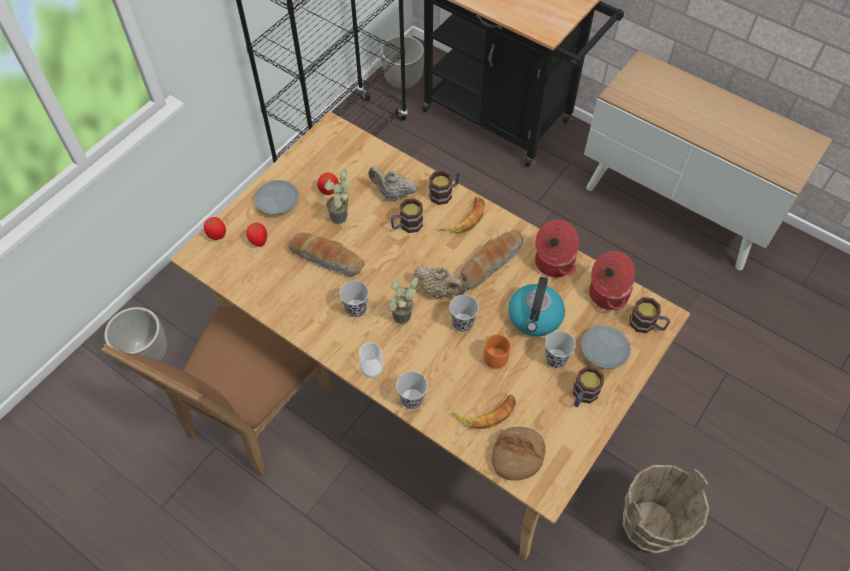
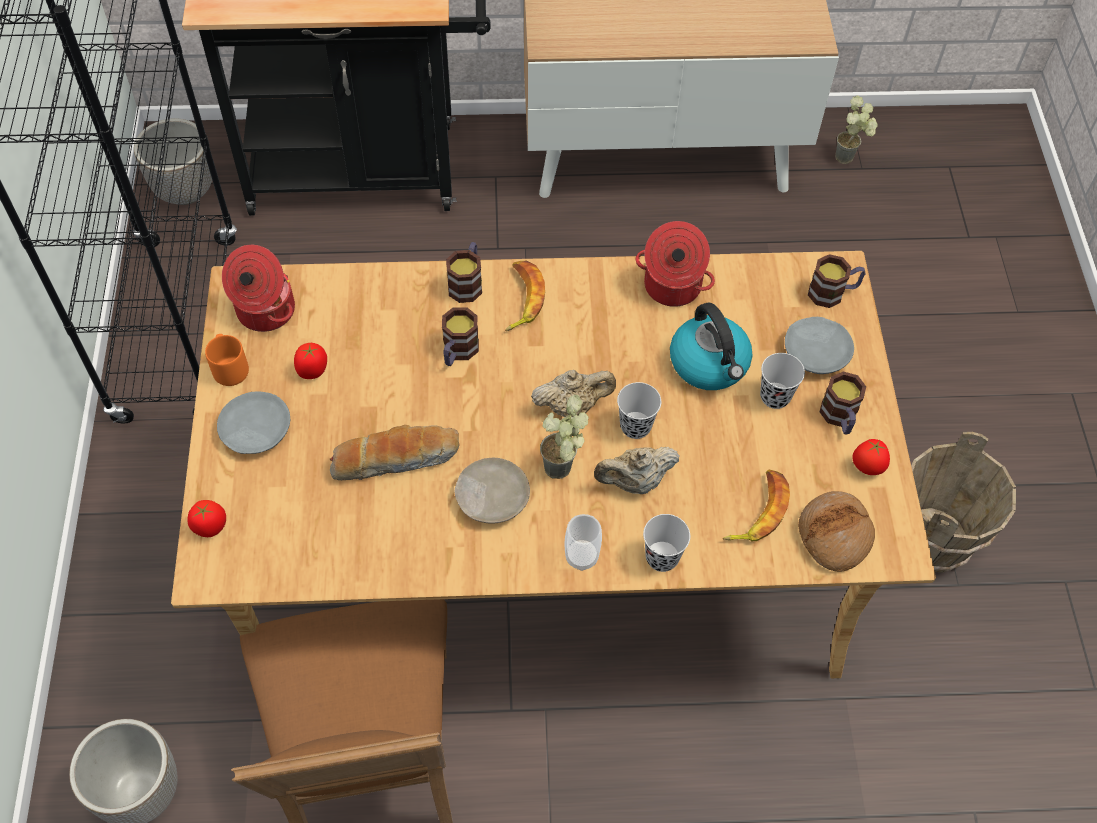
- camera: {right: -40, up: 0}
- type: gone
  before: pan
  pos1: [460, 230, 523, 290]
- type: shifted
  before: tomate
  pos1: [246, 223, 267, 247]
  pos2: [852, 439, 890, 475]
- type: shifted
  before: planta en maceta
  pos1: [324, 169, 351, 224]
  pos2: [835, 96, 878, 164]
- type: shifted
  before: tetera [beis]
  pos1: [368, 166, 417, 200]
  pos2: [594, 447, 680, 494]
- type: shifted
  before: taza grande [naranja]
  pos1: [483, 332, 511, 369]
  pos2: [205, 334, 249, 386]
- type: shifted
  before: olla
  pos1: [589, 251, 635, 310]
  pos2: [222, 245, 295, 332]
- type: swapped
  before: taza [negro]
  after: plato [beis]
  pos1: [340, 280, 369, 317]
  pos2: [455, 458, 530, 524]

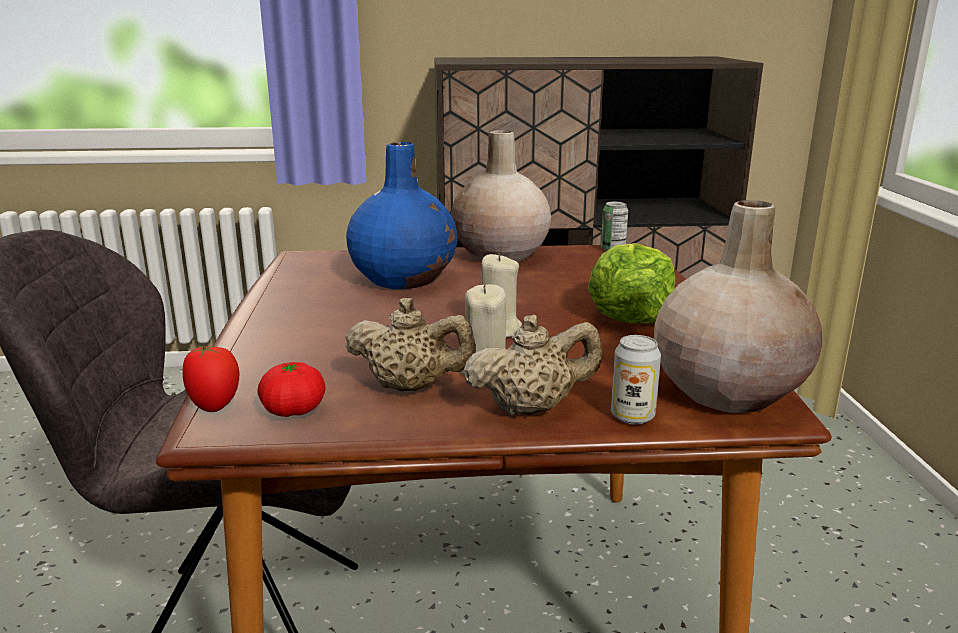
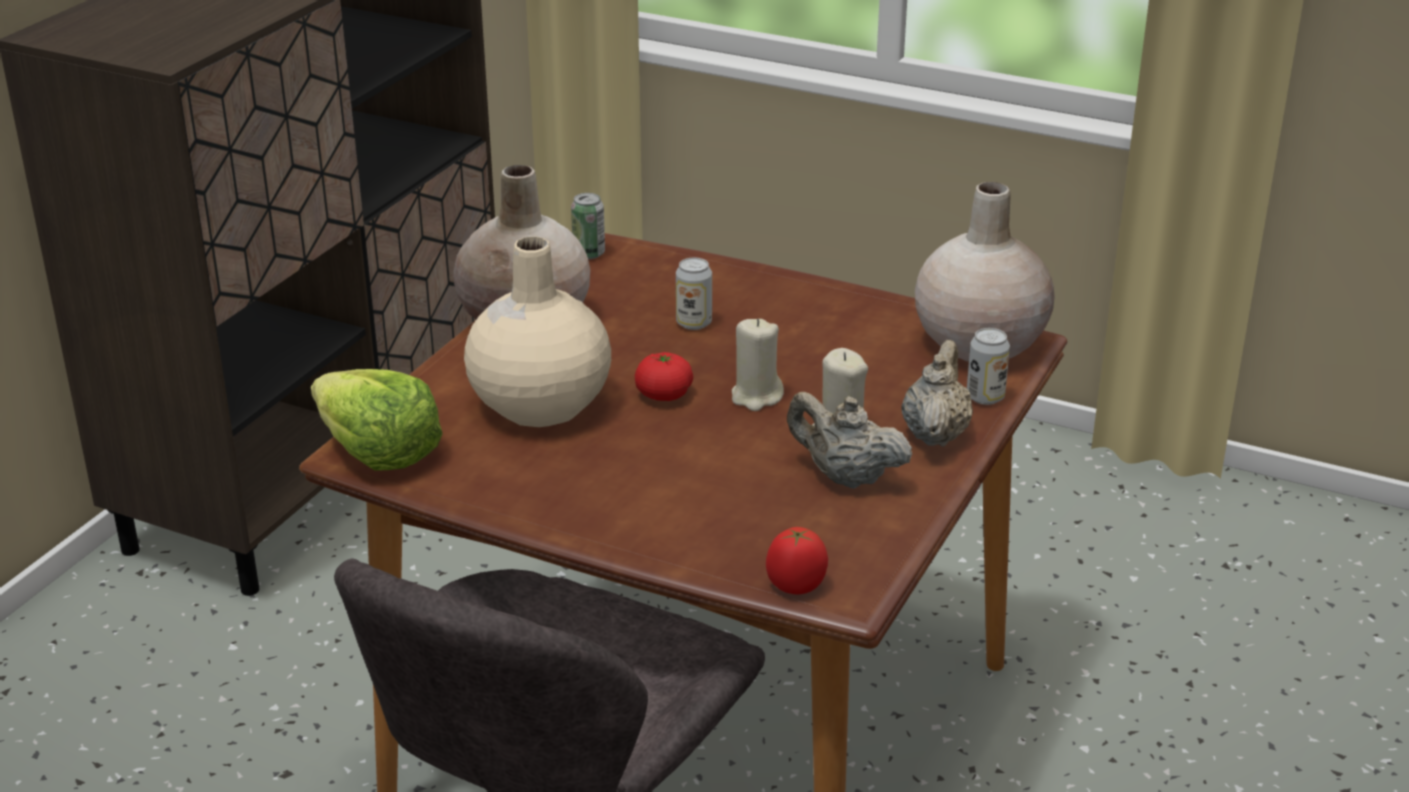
- camera: {right: -60, up: 10}
- type: new
  after: lata
  pos2: [676, 258, 712, 330]
- type: shifted
  before: tomate
  pos1: [258, 362, 325, 417]
  pos2: [635, 352, 693, 401]
- type: shifted
  before: lechuga
  pos1: [588, 243, 676, 323]
  pos2: [311, 369, 443, 471]
- type: repainted
  before: florero [azul]
  after: florero [beis]
  pos1: [346, 142, 457, 289]
  pos2: [464, 237, 611, 427]
- type: rotated
  before: tetera [beis]
  pos1: [345, 298, 476, 391]
  pos2: [787, 392, 912, 489]
  turn: -105

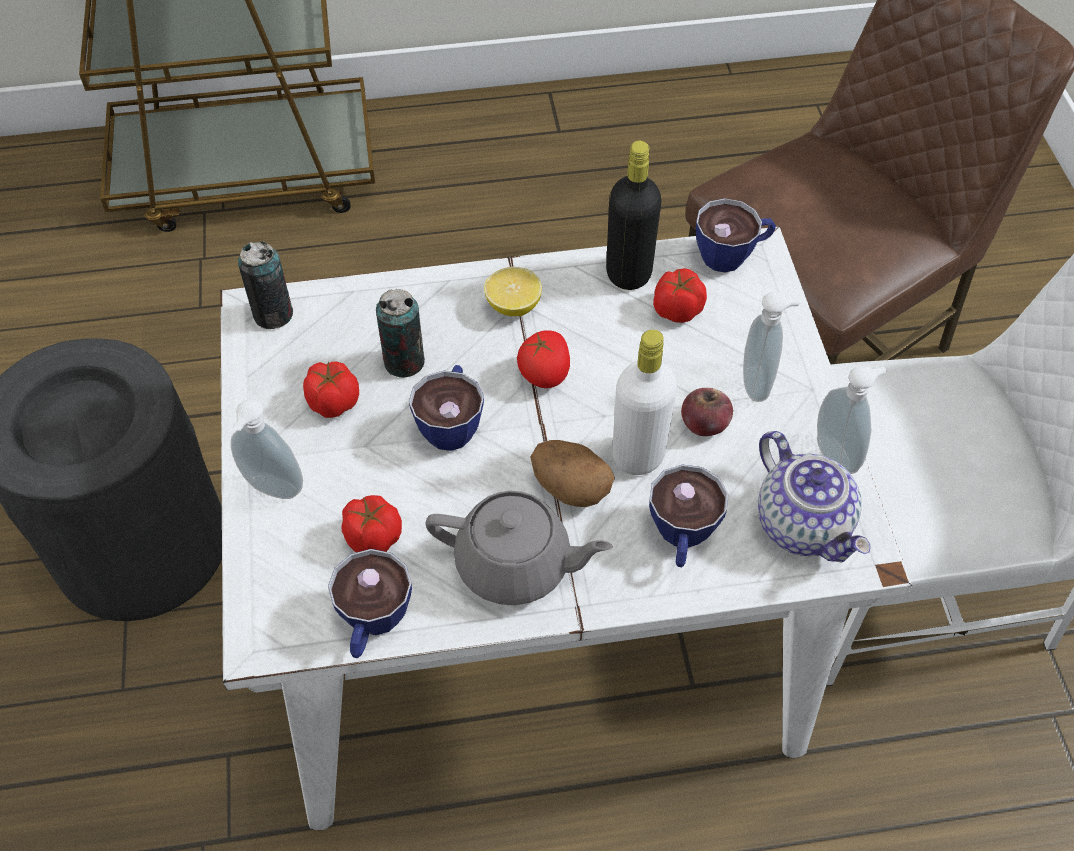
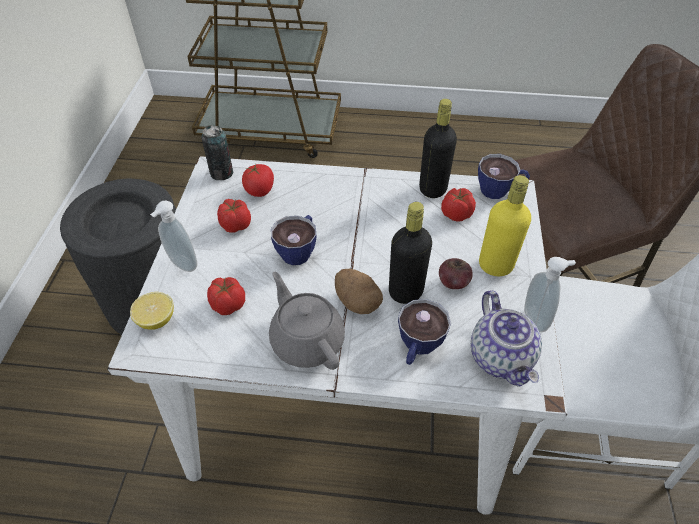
- camera: {right: 15, up: -5}
- type: gone
  before: taza
  pos1: [328, 549, 412, 658]
- type: gone
  before: lata
  pos1: [376, 289, 425, 378]
- type: shifted
  before: limón
  pos1: [484, 267, 542, 316]
  pos2: [130, 292, 174, 330]
- type: shifted
  before: tomate
  pos1: [517, 330, 570, 388]
  pos2: [242, 164, 274, 197]
- type: swapped
  before: dispensador de jabón
  after: botella [amarillo]
  pos1: [743, 292, 800, 402]
  pos2: [479, 175, 531, 276]
- type: repainted
  before: botella [blanco]
  after: botella [negro]
  pos1: [612, 330, 677, 475]
  pos2: [389, 202, 432, 304]
- type: rotated
  before: tetera [gris]
  pos1: [425, 491, 613, 605]
  pos2: [269, 272, 345, 370]
  turn: -150

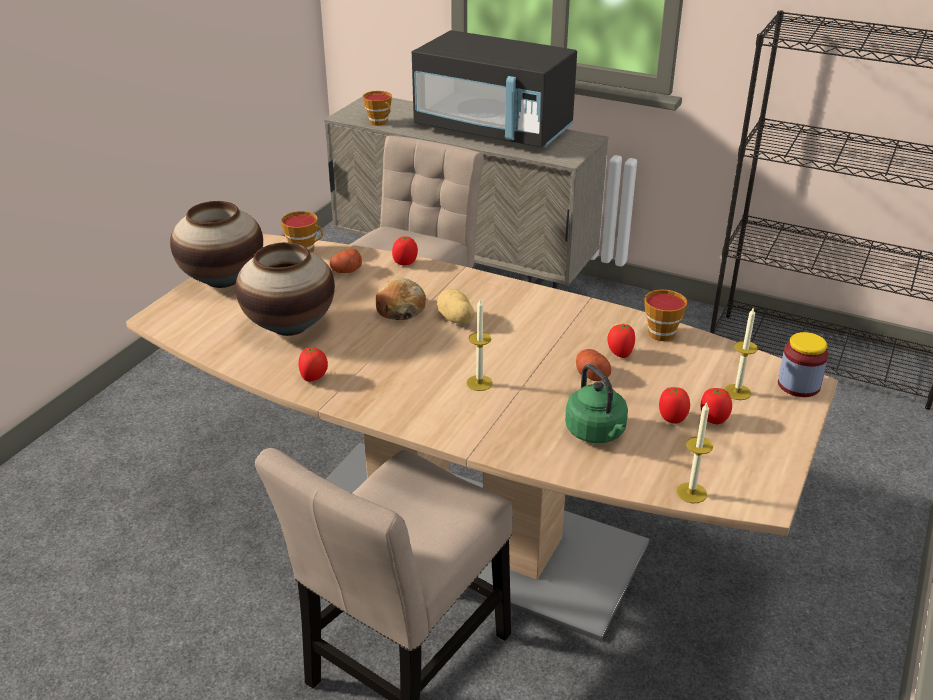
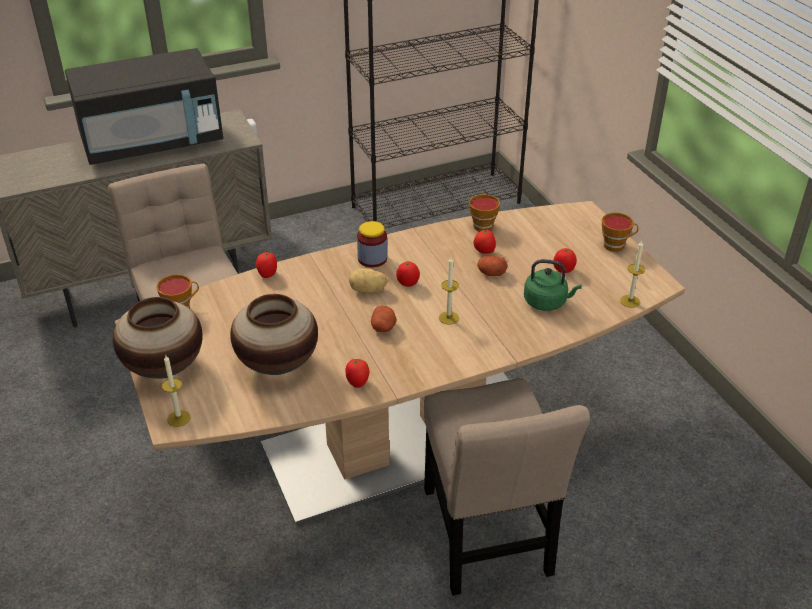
- camera: {right: -50, up: 5}
- type: gone
  before: pan
  pos1: [376, 278, 426, 320]
- type: shifted
  before: patata
  pos1: [330, 248, 362, 273]
  pos2: [371, 306, 397, 332]
- type: shifted
  before: taza
  pos1: [363, 91, 392, 126]
  pos2: [602, 213, 638, 252]
- type: shifted
  before: tomate
  pos1: [701, 388, 732, 424]
  pos2: [396, 261, 420, 287]
- type: shifted
  before: vela
  pos1: [724, 307, 758, 400]
  pos2: [162, 354, 191, 427]
- type: shifted
  before: tarro
  pos1: [778, 332, 829, 397]
  pos2: [357, 221, 387, 267]

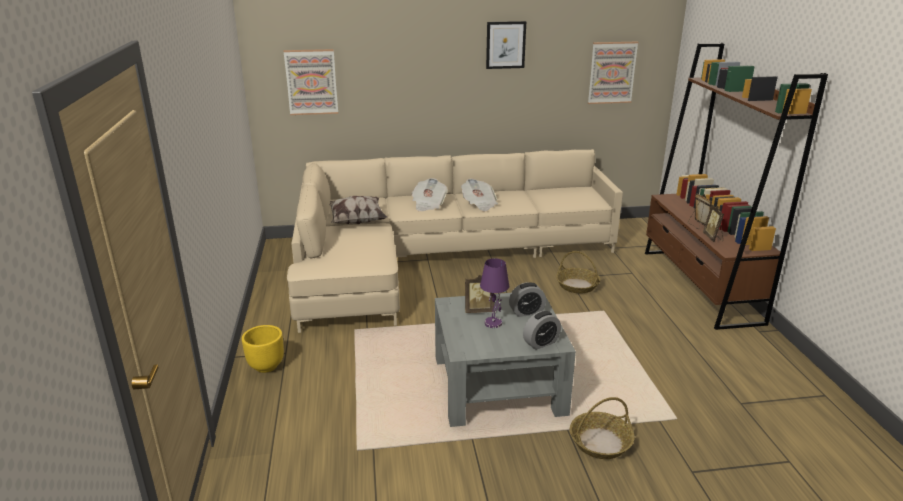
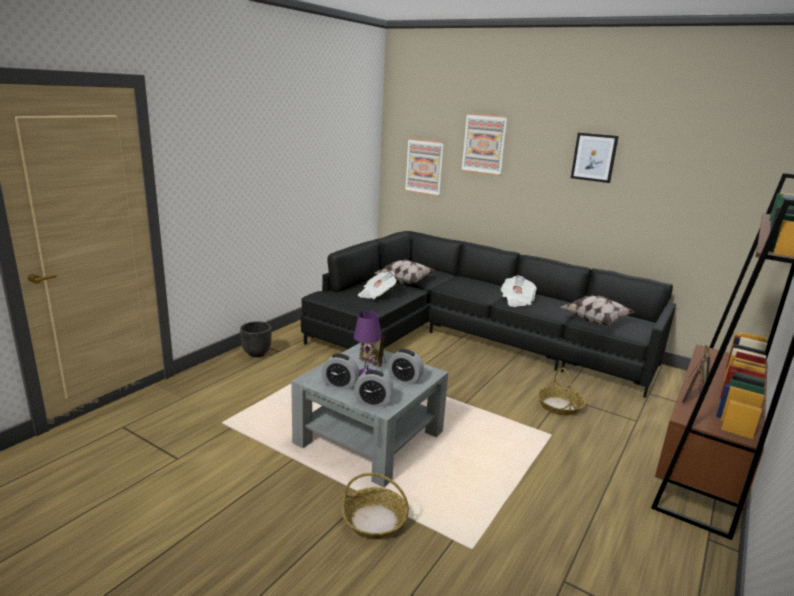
- camera: {right: 40, up: -5}
- type: new
  after: despertador
  pos2: [321, 354, 359, 389]
- type: new
  after: cojín
  pos2: [561, 296, 635, 325]
- type: shifted
  before: periódico
  pos1: [411, 178, 448, 211]
  pos2: [358, 272, 396, 299]
- type: shifted
  before: cuadro
  pos1: [588, 42, 639, 104]
  pos2: [461, 113, 508, 176]
- type: repainted
  before: maceta [amarillo]
  after: maceta [negro]
  pos1: [242, 325, 284, 373]
  pos2: [240, 321, 272, 357]
- type: repainted
  before: sofá [beis]
  after: sofá [negro]
  pos1: [287, 149, 623, 333]
  pos2: [301, 231, 676, 398]

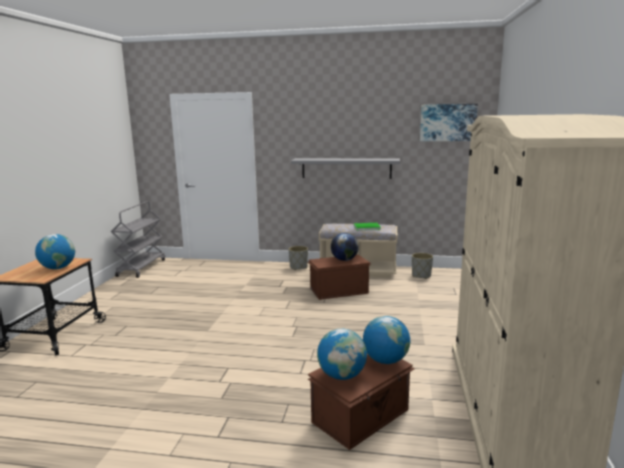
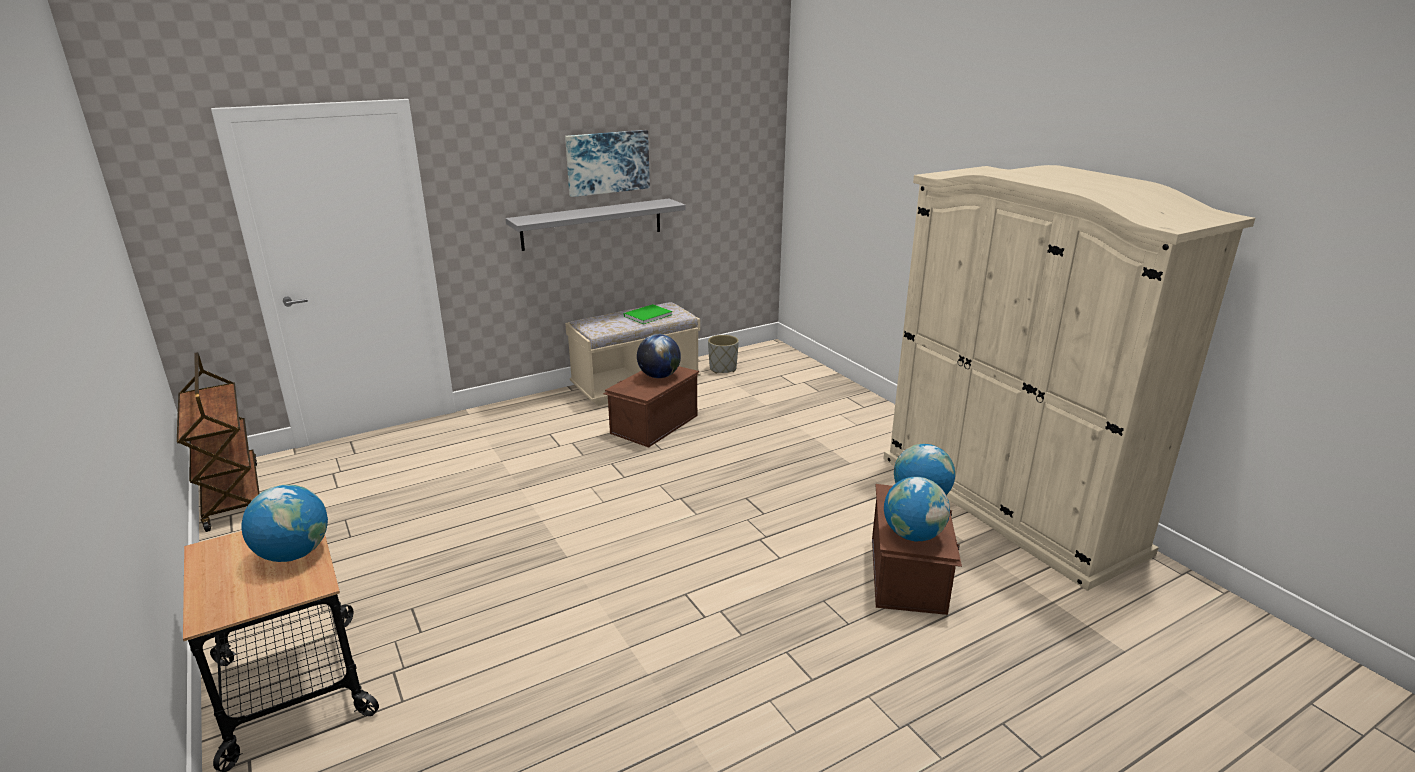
- camera: {right: -40, up: 10}
- type: gone
  before: maceta [gris]
  pos1: [289, 246, 308, 270]
- type: shifted
  before: cuadro
  pos1: [420, 104, 478, 141]
  pos2: [565, 130, 650, 197]
- type: repainted
  before: carrito [gris]
  after: carrito [marrón]
  pos1: [111, 201, 165, 278]
  pos2: [177, 352, 260, 532]

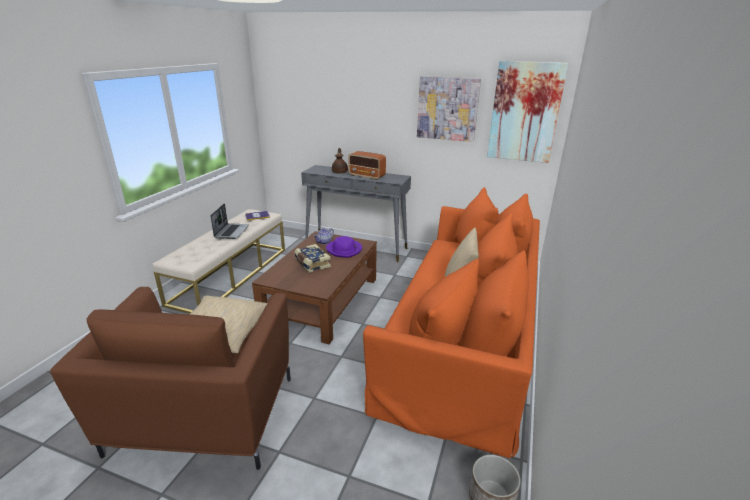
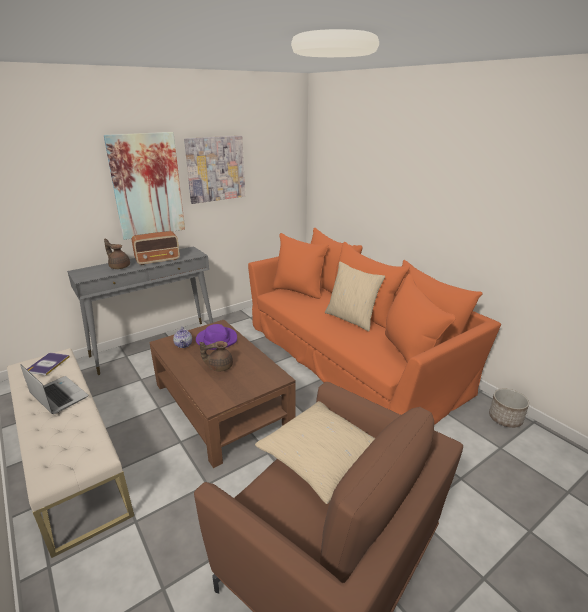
- camera: {right: -55, up: 0}
- type: shifted
  before: cuadro
  pos1: [487, 61, 568, 163]
  pos2: [104, 132, 185, 240]
- type: swapped
  before: libro
  after: tetera [marrón]
  pos1: [295, 244, 331, 273]
  pos2: [199, 341, 233, 371]

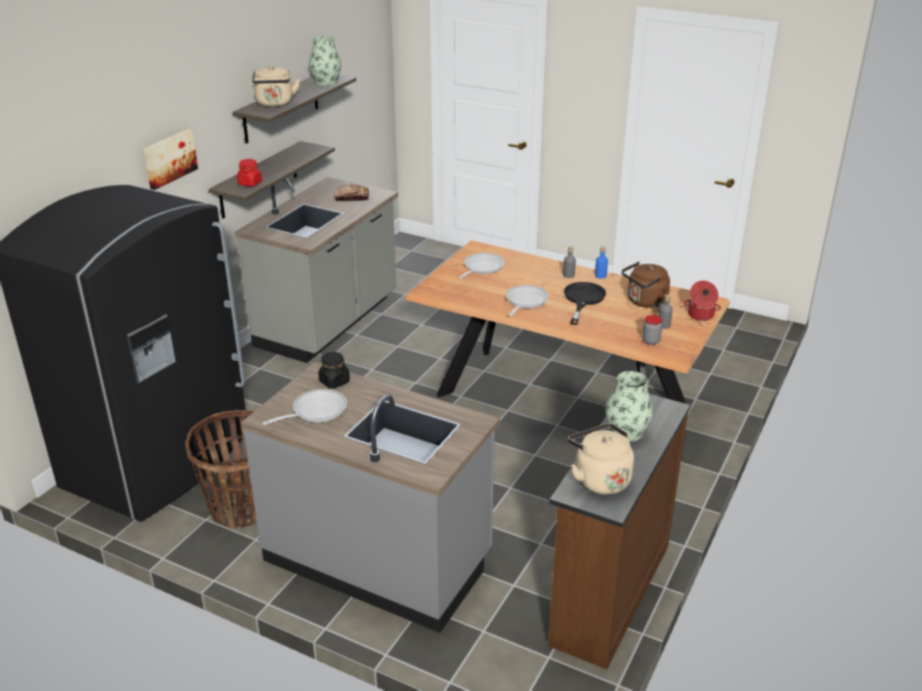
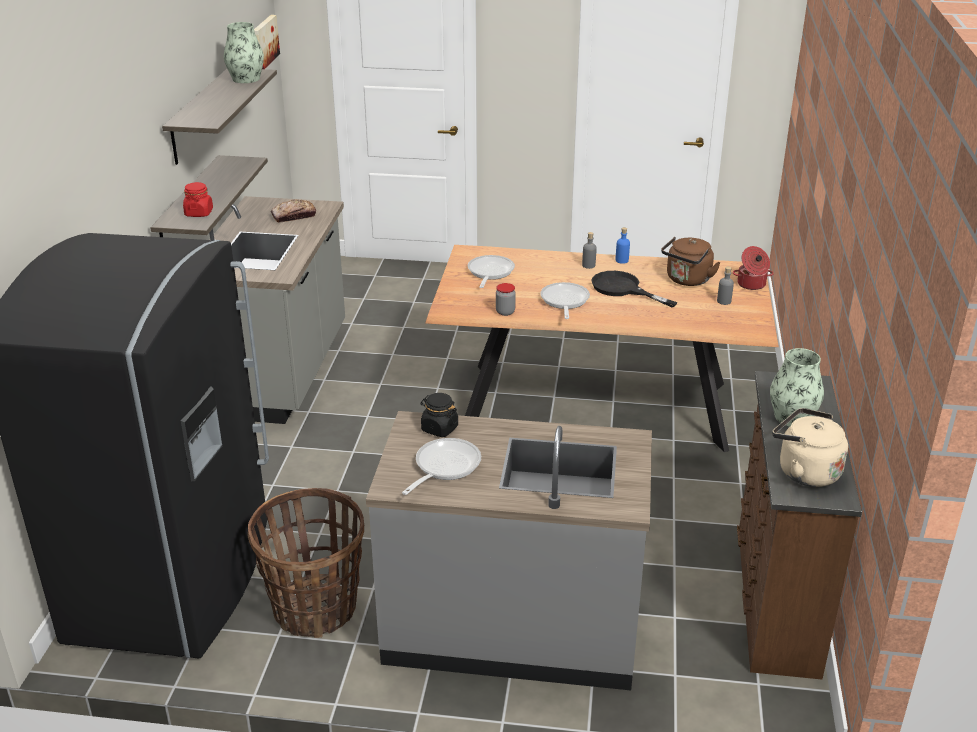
- camera: {right: -20, up: 0}
- type: gone
  before: hervidor [beis]
  pos1: [252, 66, 300, 107]
- type: shifted
  before: cuadro
  pos1: [143, 129, 198, 190]
  pos2: [254, 15, 280, 69]
- type: shifted
  before: tarro
  pos1: [642, 315, 662, 345]
  pos2: [496, 283, 516, 316]
- type: rotated
  before: sartén [negro]
  pos1: [564, 282, 606, 325]
  pos2: [591, 271, 678, 307]
  turn: -45

